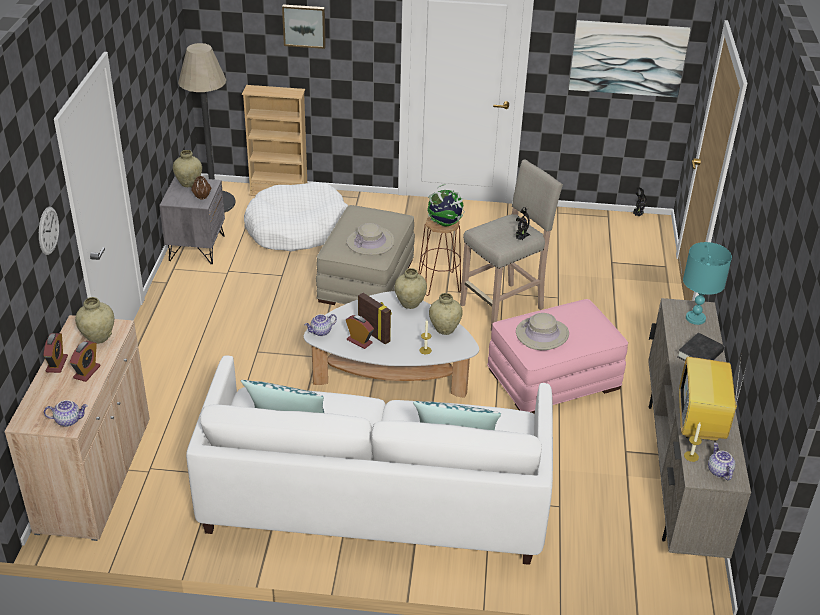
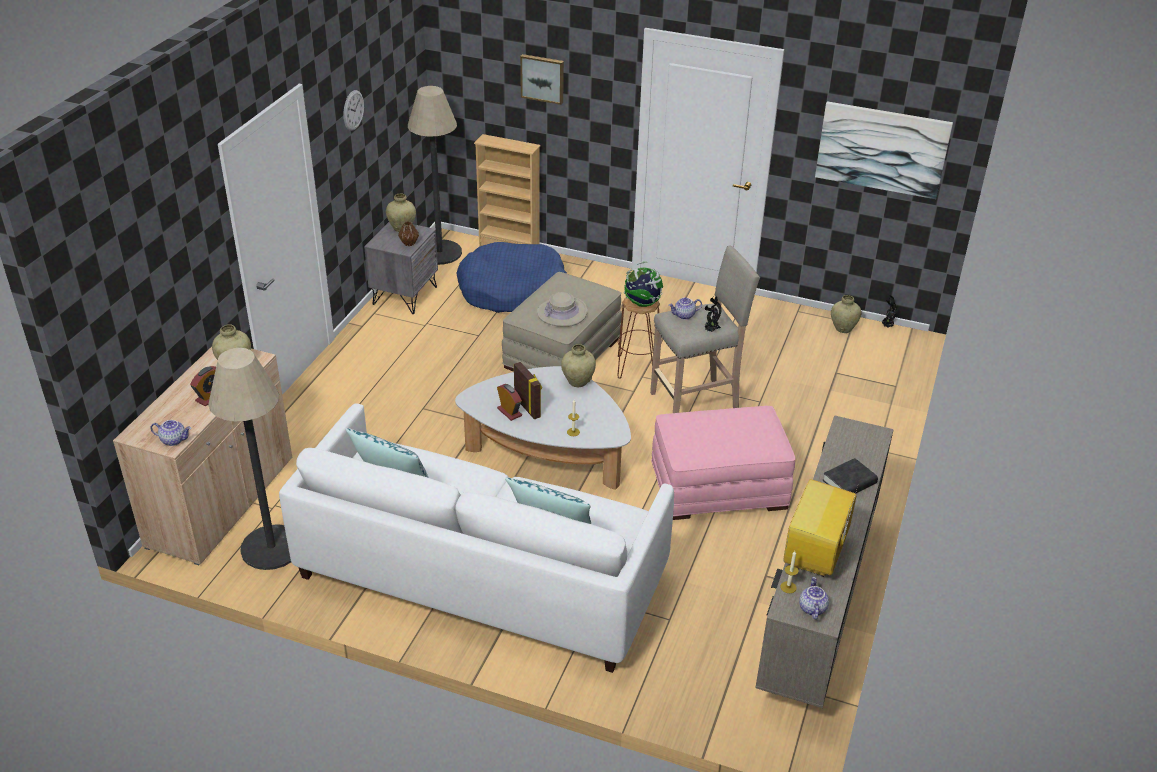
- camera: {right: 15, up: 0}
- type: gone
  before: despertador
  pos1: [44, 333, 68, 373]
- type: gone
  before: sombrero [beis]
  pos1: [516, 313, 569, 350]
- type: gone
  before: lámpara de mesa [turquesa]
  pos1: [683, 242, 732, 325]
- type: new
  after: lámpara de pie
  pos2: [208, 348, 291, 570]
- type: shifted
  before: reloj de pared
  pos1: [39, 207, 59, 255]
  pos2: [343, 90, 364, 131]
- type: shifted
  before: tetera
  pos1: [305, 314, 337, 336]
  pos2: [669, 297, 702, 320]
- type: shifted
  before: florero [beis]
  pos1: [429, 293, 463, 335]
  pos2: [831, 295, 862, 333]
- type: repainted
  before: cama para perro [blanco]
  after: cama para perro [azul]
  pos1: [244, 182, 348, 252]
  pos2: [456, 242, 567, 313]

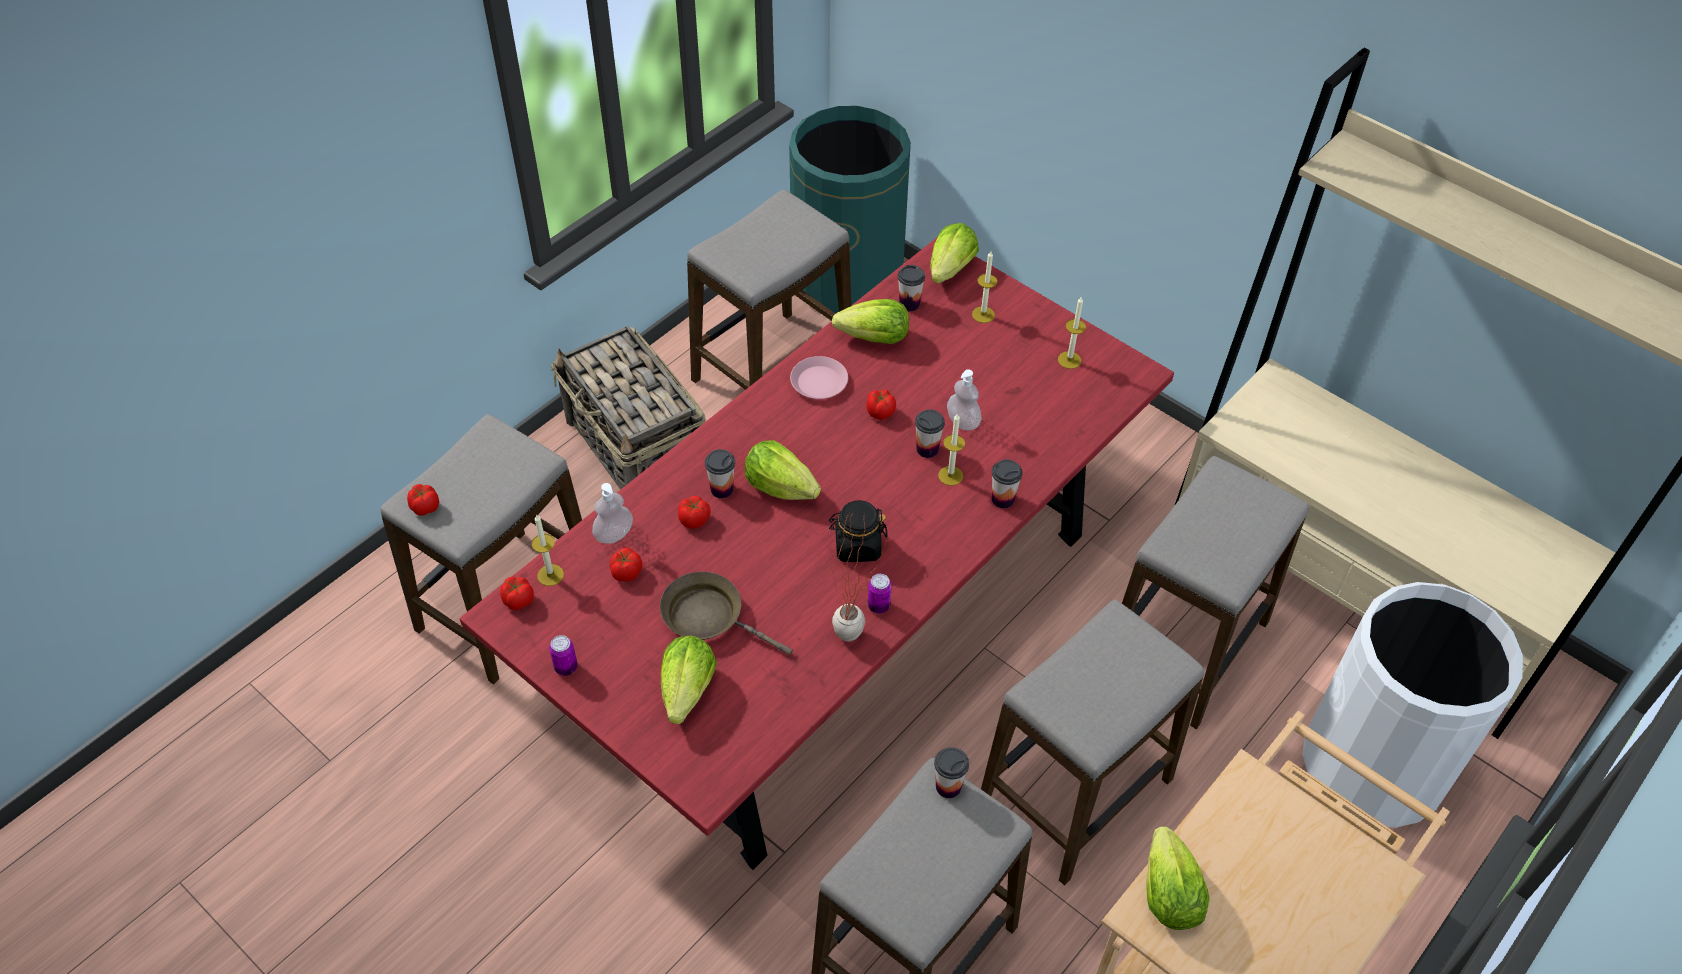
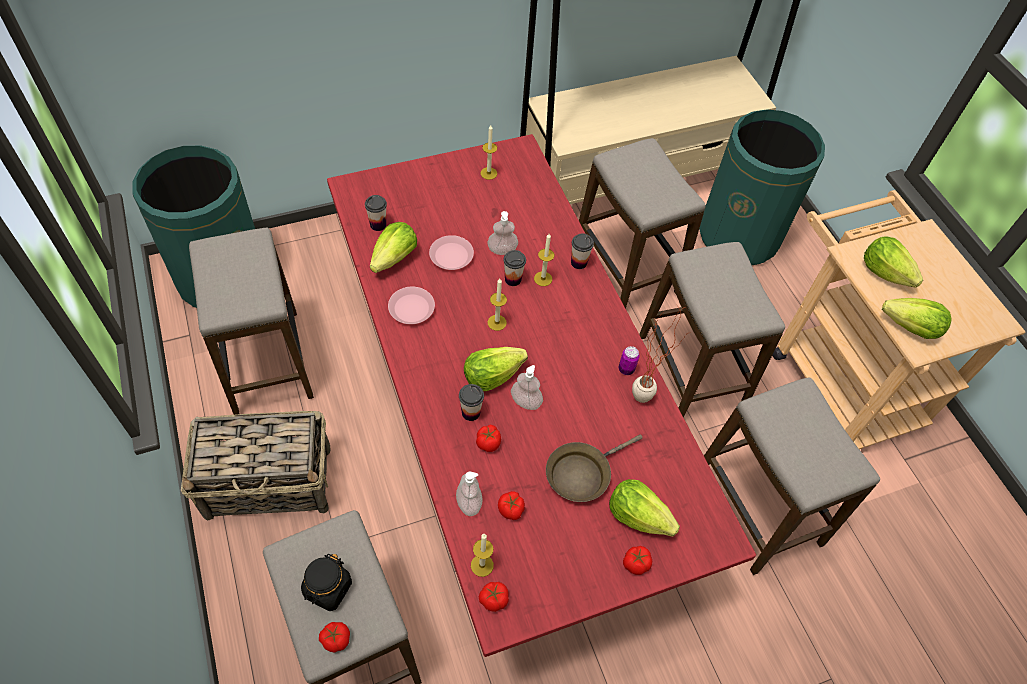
- camera: {right: -65, up: 5}
- type: gone
  before: lata
  pos1: [549, 635, 578, 676]
- type: gone
  before: taza
  pos1: [934, 747, 969, 798]
- type: new
  after: plato [rosa]
  pos2: [429, 235, 474, 270]
- type: new
  after: dispensador de jabón
  pos2: [511, 365, 543, 410]
- type: shifted
  before: tarro [negro]
  pos1: [829, 500, 888, 562]
  pos2: [301, 554, 352, 611]
- type: shifted
  before: tomate
  pos1: [866, 390, 896, 420]
  pos2: [623, 546, 652, 575]
- type: shifted
  before: lechuga
  pos1: [931, 223, 979, 284]
  pos2: [864, 236, 923, 288]
- type: shifted
  before: vela
  pos1: [972, 251, 997, 323]
  pos2: [488, 279, 507, 331]
- type: repainted
  before: papelera [blanco]
  after: papelera [verde]
  pos1: [1303, 582, 1523, 828]
  pos2: [699, 109, 825, 265]

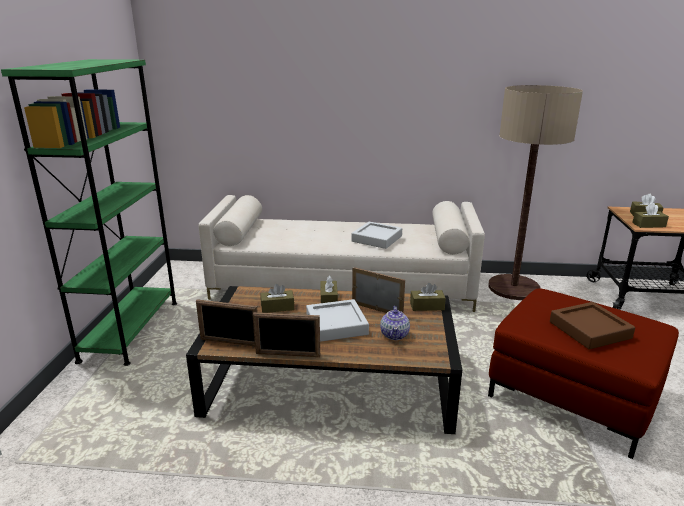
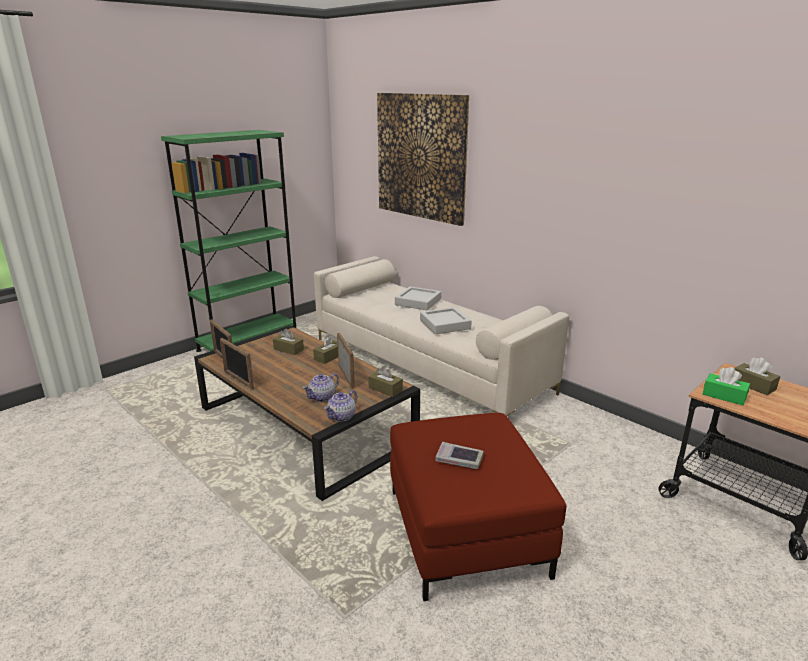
- camera: {right: 40, up: 0}
- type: gone
  before: lámpara de pie
  pos1: [489, 85, 583, 300]
- type: new
  after: tetera
  pos2: [324, 390, 357, 422]
- type: new
  after: cuadro
  pos2: [377, 93, 469, 226]
- type: shifted
  before: bandeja [gris]
  pos1: [306, 299, 369, 342]
  pos2: [395, 286, 441, 310]
- type: swapped
  before: bandeja [marrón]
  after: libro
  pos1: [550, 302, 635, 349]
  pos2: [435, 442, 484, 469]
- type: repainted
  before: caja de pañuelos [marrón]
  after: caja de pañuelos [verde]
  pos1: [632, 203, 669, 228]
  pos2: [703, 367, 750, 406]

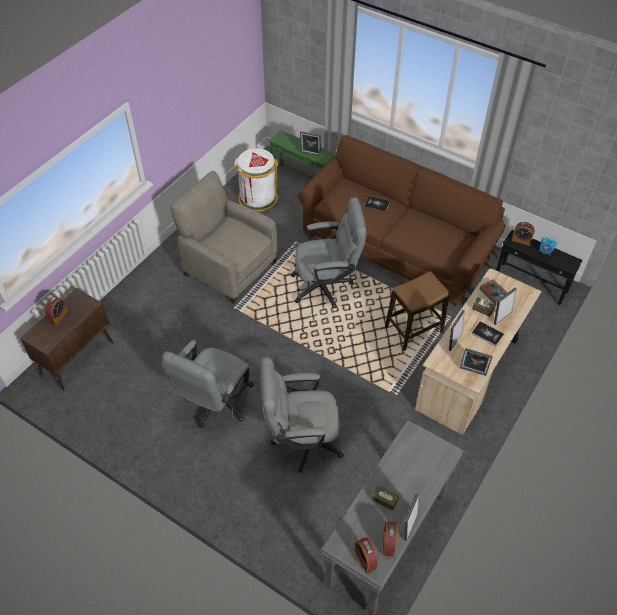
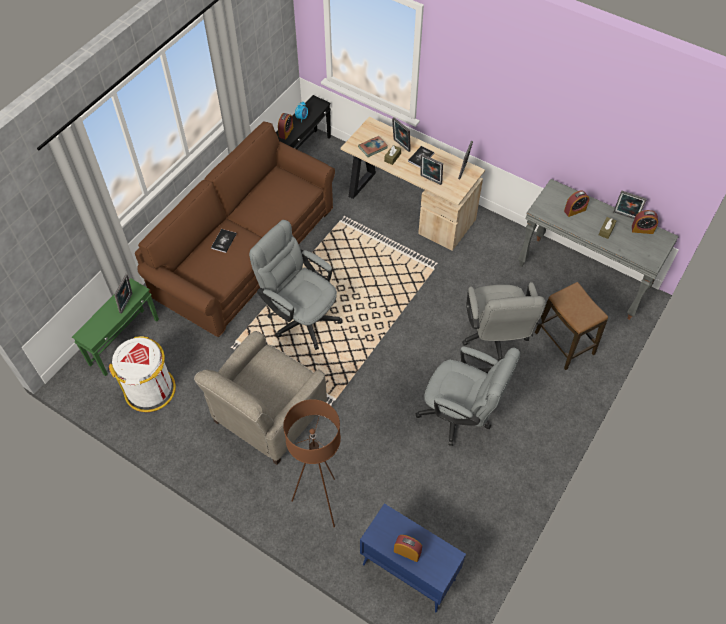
- camera: {right: -90, up: 5}
- type: new
  after: lámpara de pie [marrón]
  pos2: [283, 399, 341, 528]
- type: shifted
  before: despertador
  pos1: [355, 537, 378, 574]
  pos2: [564, 191, 589, 217]
- type: shifted
  before: taburete
  pos1: [385, 271, 450, 351]
  pos2: [535, 282, 608, 370]
- type: repainted
  before: armario [marrón]
  after: armario [azul]
  pos1: [20, 288, 113, 391]
  pos2: [360, 503, 466, 613]
- type: rotated
  before: silla de oficina [gris]
  pos1: [291, 197, 367, 308]
  pos2: [249, 220, 342, 350]
  turn: -45

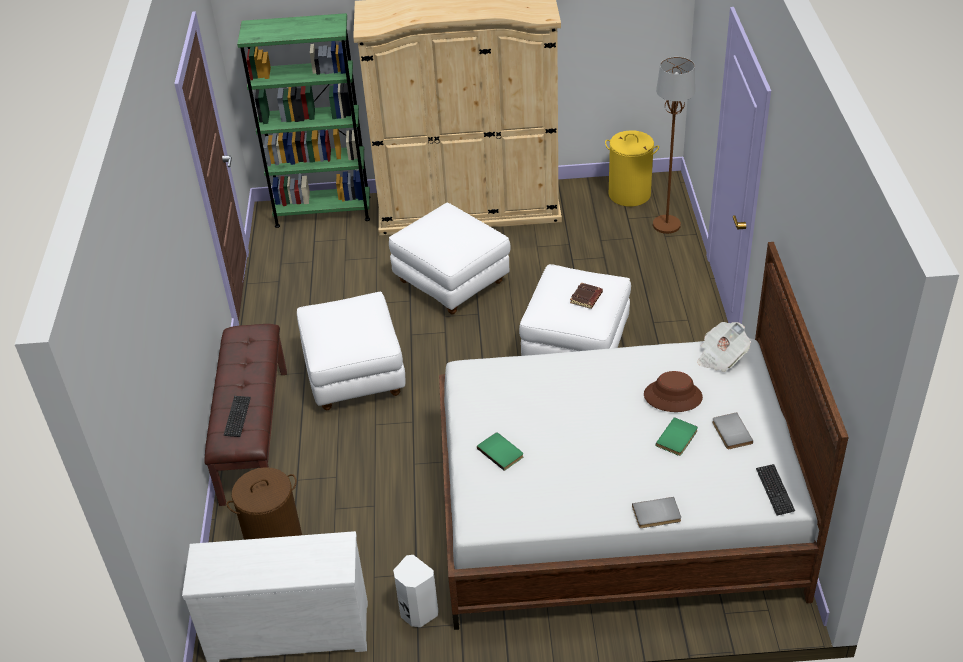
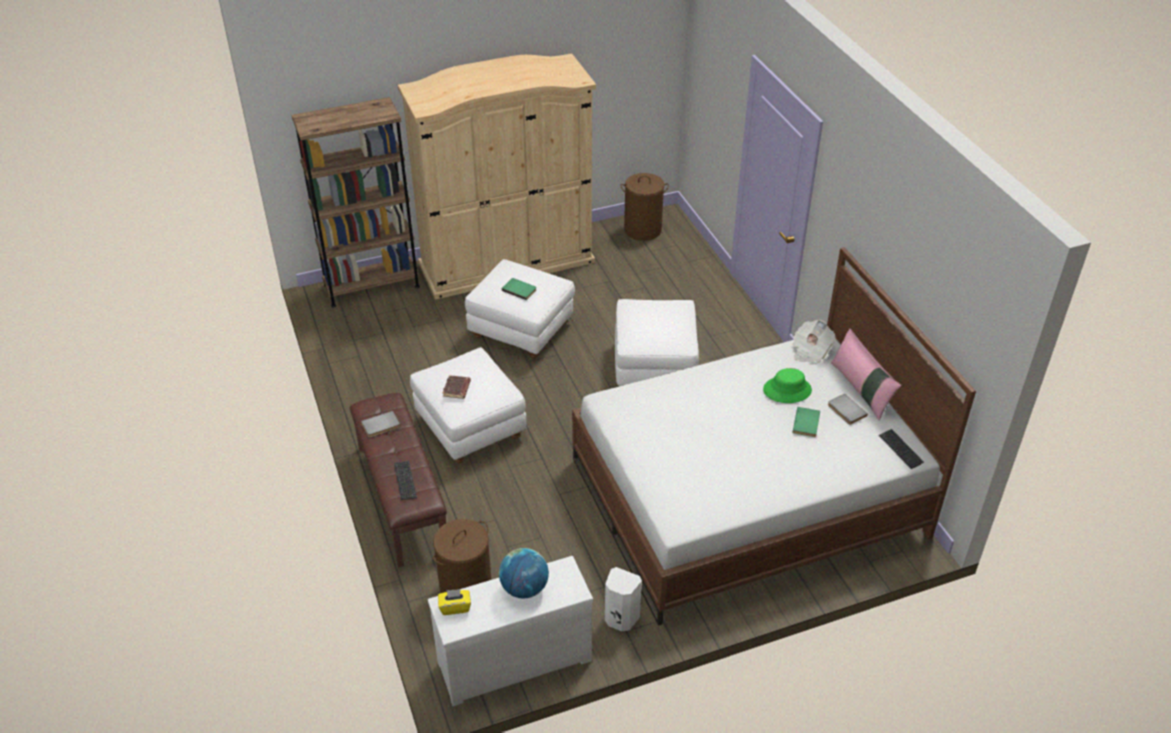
- camera: {right: -20, up: 0}
- type: gone
  before: lámpara de pie [marrón]
  pos1: [653, 57, 695, 234]
- type: new
  after: caja de pañuelos [amarillo]
  pos2: [438, 589, 471, 615]
- type: new
  after: globo terráqueo
  pos2: [499, 548, 549, 599]
- type: new
  after: cojín [rosa]
  pos2: [831, 329, 902, 420]
- type: shifted
  before: libro [verde]
  pos1: [477, 433, 523, 471]
  pos2: [502, 278, 537, 300]
- type: shifted
  before: libro [marrón]
  pos1: [570, 282, 603, 309]
  pos2: [442, 375, 471, 399]
- type: shifted
  before: libro [gris]
  pos1: [632, 497, 681, 528]
  pos2: [361, 411, 400, 438]
- type: repainted
  before: estantería [verde]
  after: estantería [marrón]
  pos1: [237, 13, 370, 228]
  pos2: [291, 97, 420, 308]
- type: repainted
  before: cesto de la ropa [amarillo]
  after: cesto de la ropa [marrón]
  pos1: [605, 130, 659, 207]
  pos2: [620, 173, 669, 241]
- type: repainted
  before: sombrero [marrón]
  after: sombrero [verde]
  pos1: [644, 371, 703, 412]
  pos2: [763, 368, 812, 403]

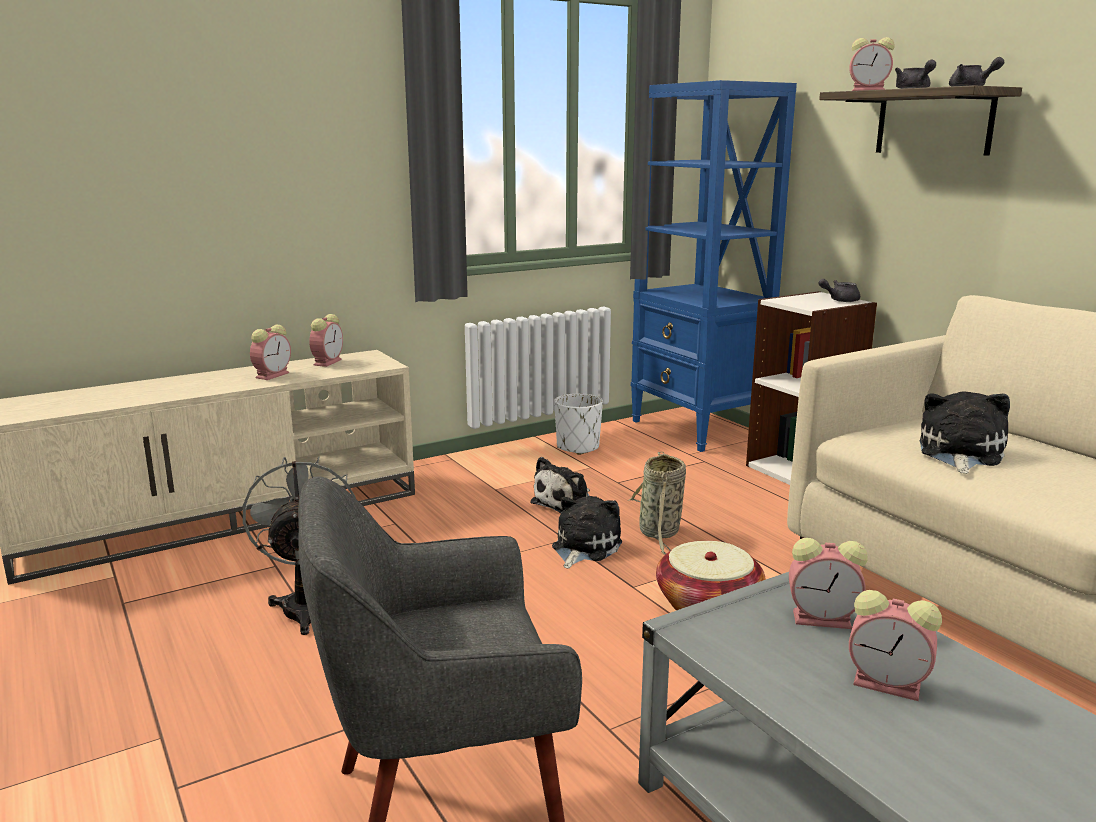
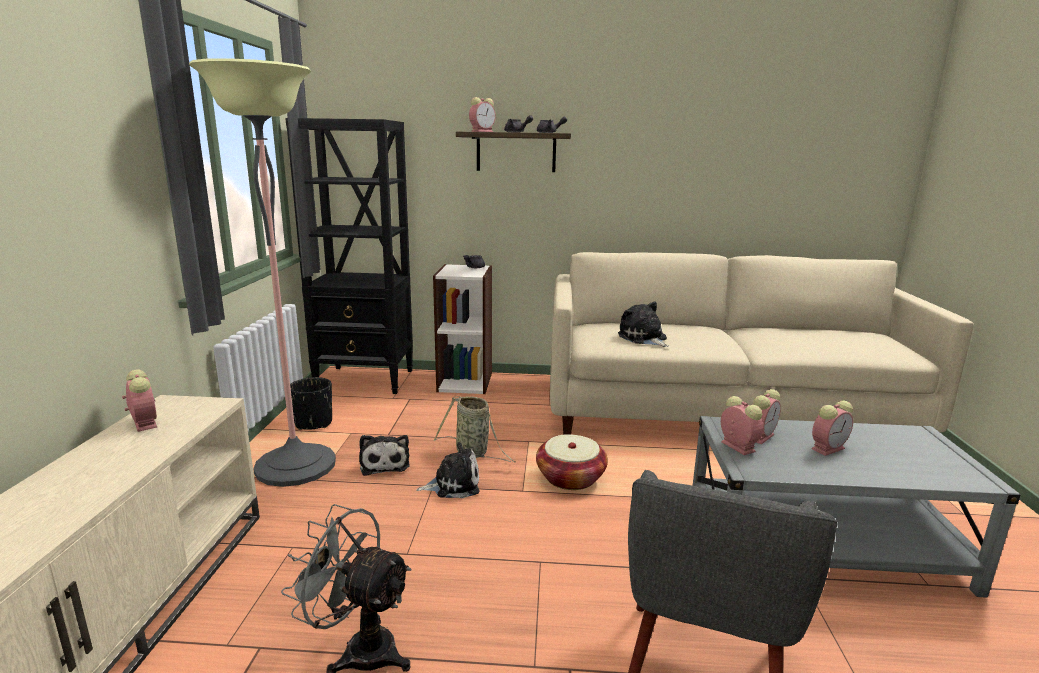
- camera: {right: -55, up: 0}
- type: new
  after: lámpara de pie
  pos2: [188, 58, 336, 487]
- type: shifted
  before: despertador
  pos1: [250, 325, 291, 380]
  pos2: [721, 396, 763, 455]
- type: repainted
  before: maceta [blanco]
  after: maceta [negro]
  pos1: [554, 393, 603, 455]
  pos2: [290, 377, 332, 430]
- type: repainted
  before: estantería [azul]
  after: estantería [negro]
  pos1: [631, 80, 797, 452]
  pos2: [285, 118, 413, 394]
- type: rotated
  before: peluche
  pos1: [552, 496, 622, 569]
  pos2: [417, 442, 480, 498]
  turn: 105

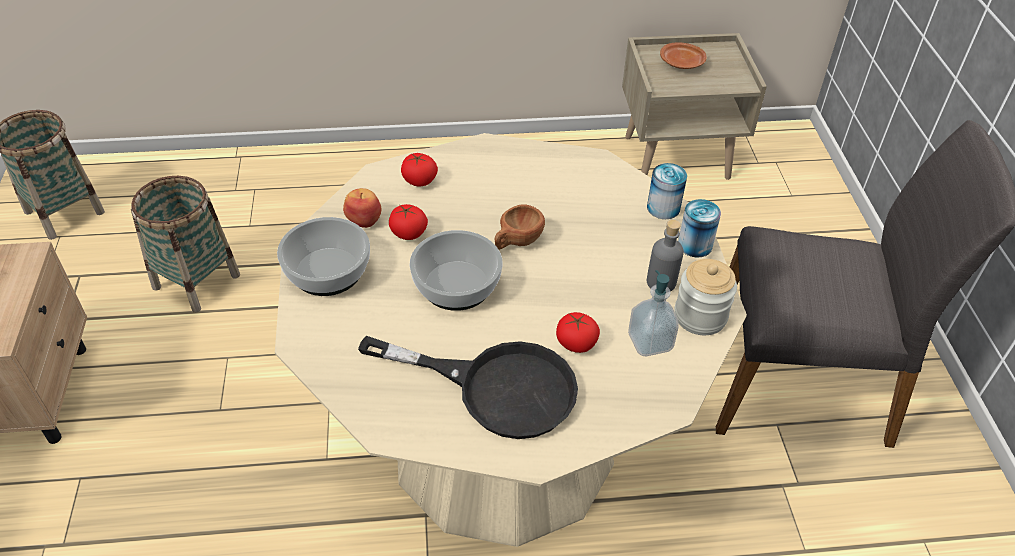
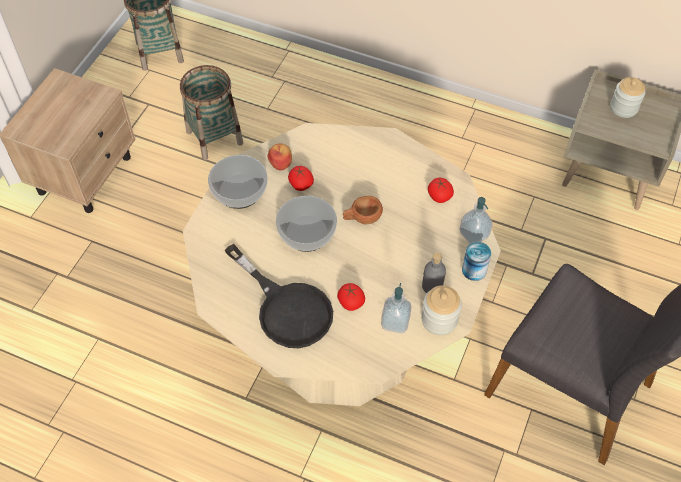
- camera: {right: 30, up: 10}
- type: shifted
  before: tomate
  pos1: [401, 153, 438, 187]
  pos2: [428, 178, 454, 203]
- type: swapped
  before: lata
  after: dispensador de jabón
  pos1: [647, 163, 687, 219]
  pos2: [459, 197, 493, 244]
- type: swapped
  before: plato [marrón]
  after: tarro
  pos1: [660, 42, 707, 69]
  pos2: [610, 77, 646, 118]

